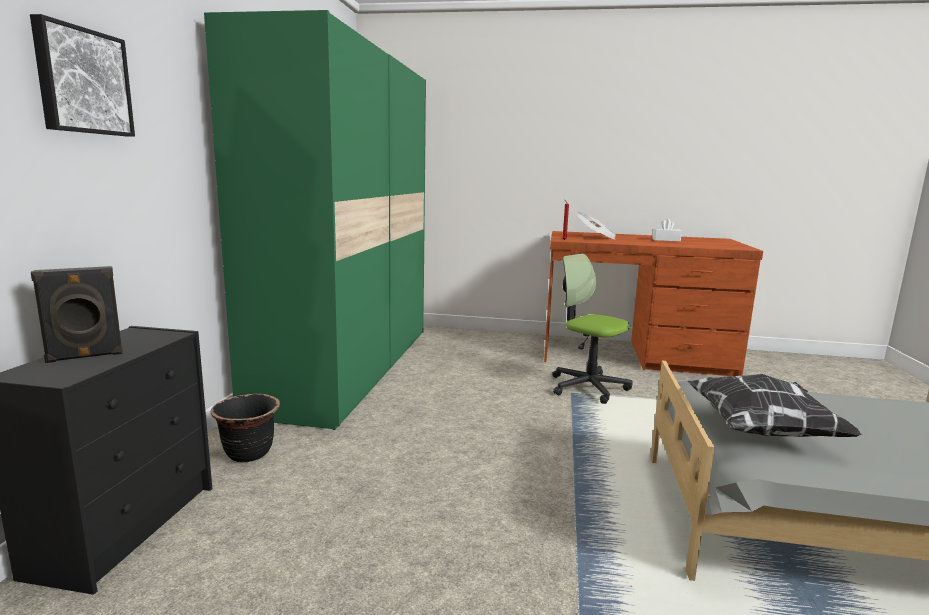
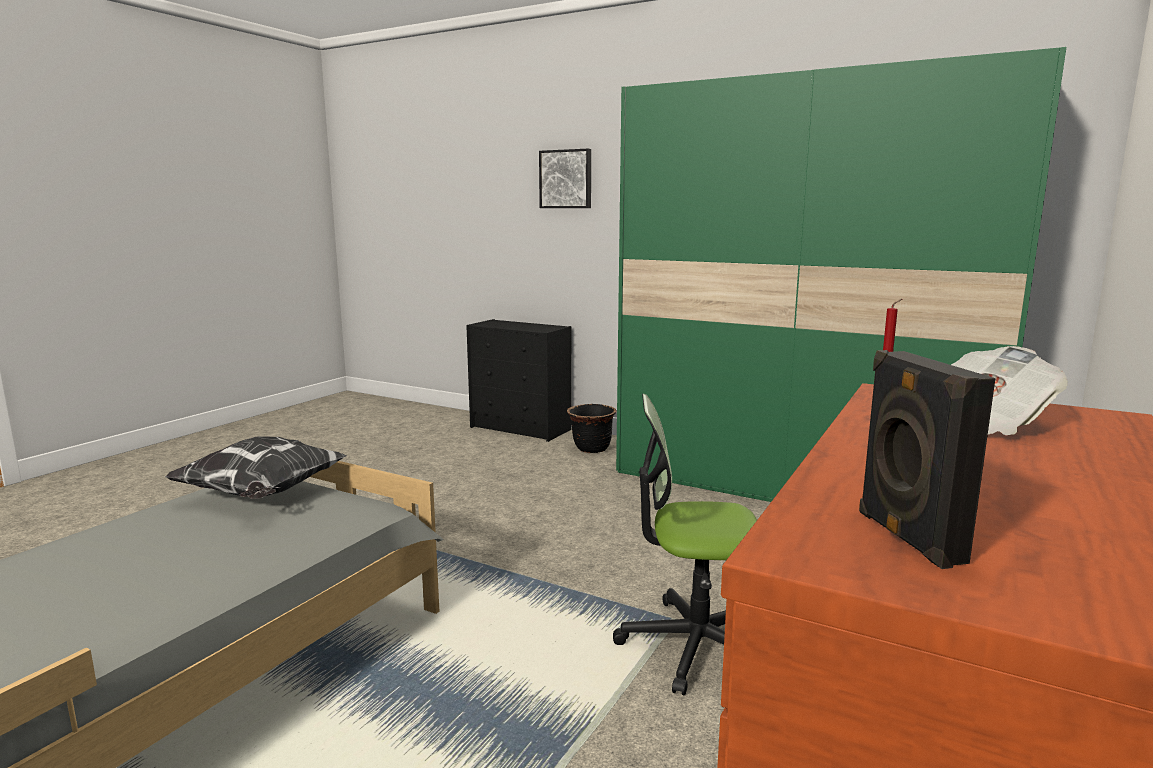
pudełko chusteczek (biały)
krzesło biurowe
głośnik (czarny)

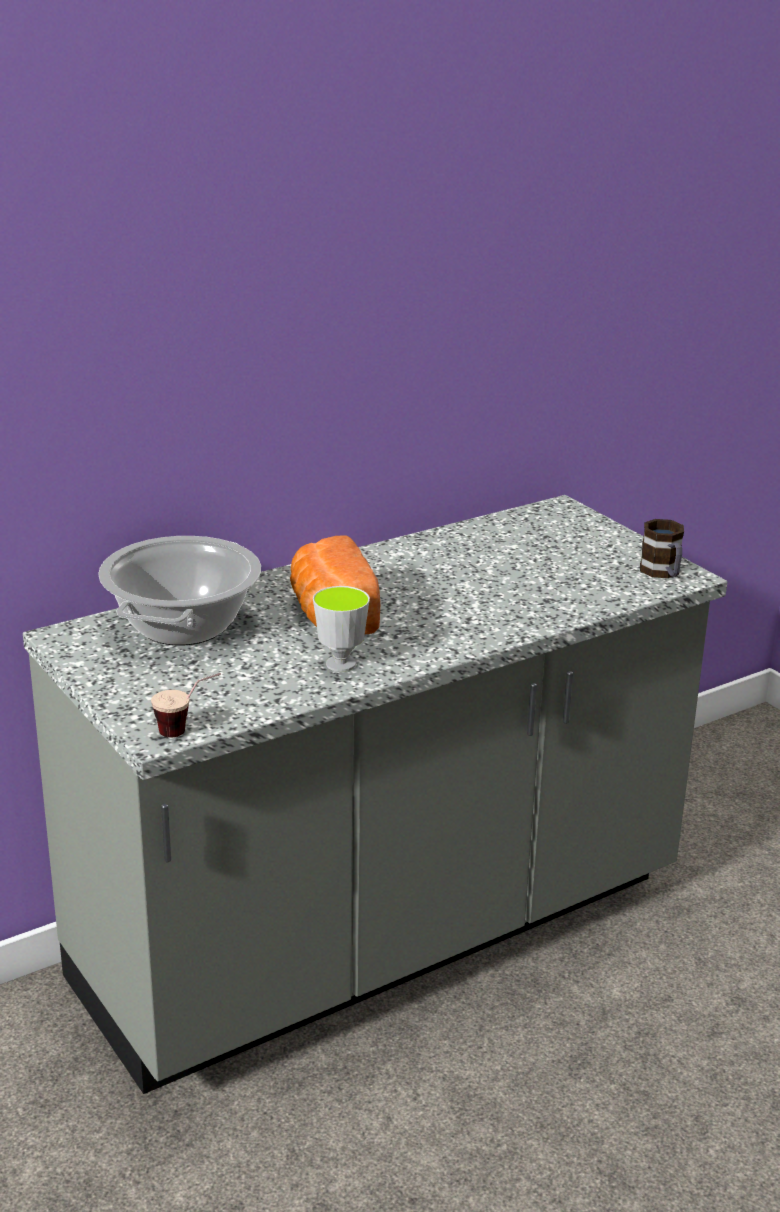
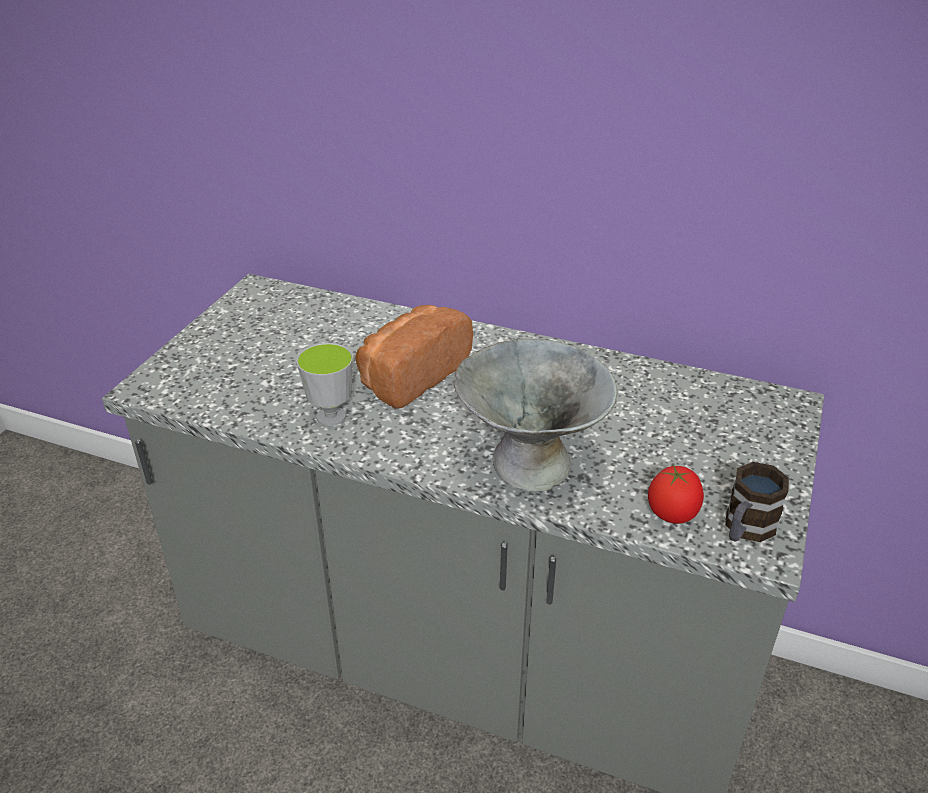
garnek
filiżanka (1st from left in the first image)
miska (szary)
pomidor

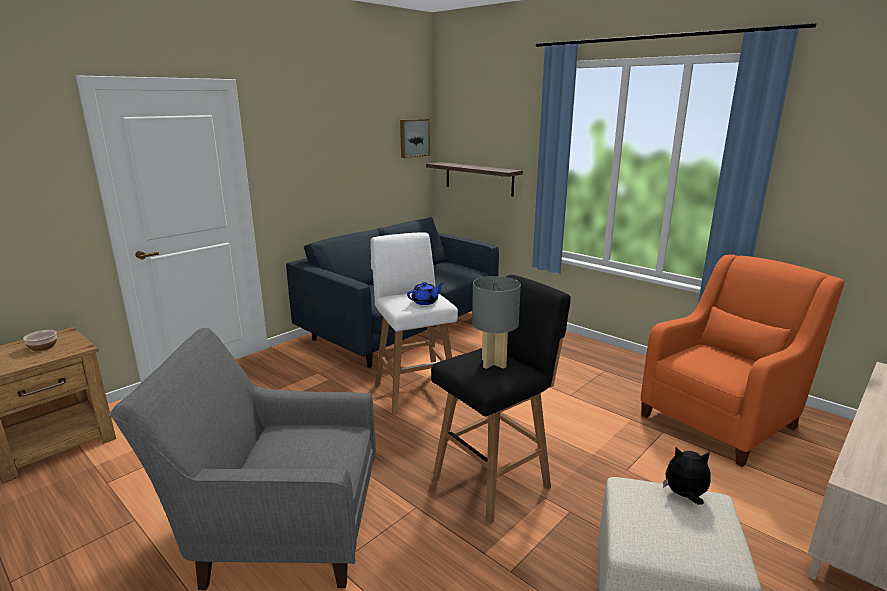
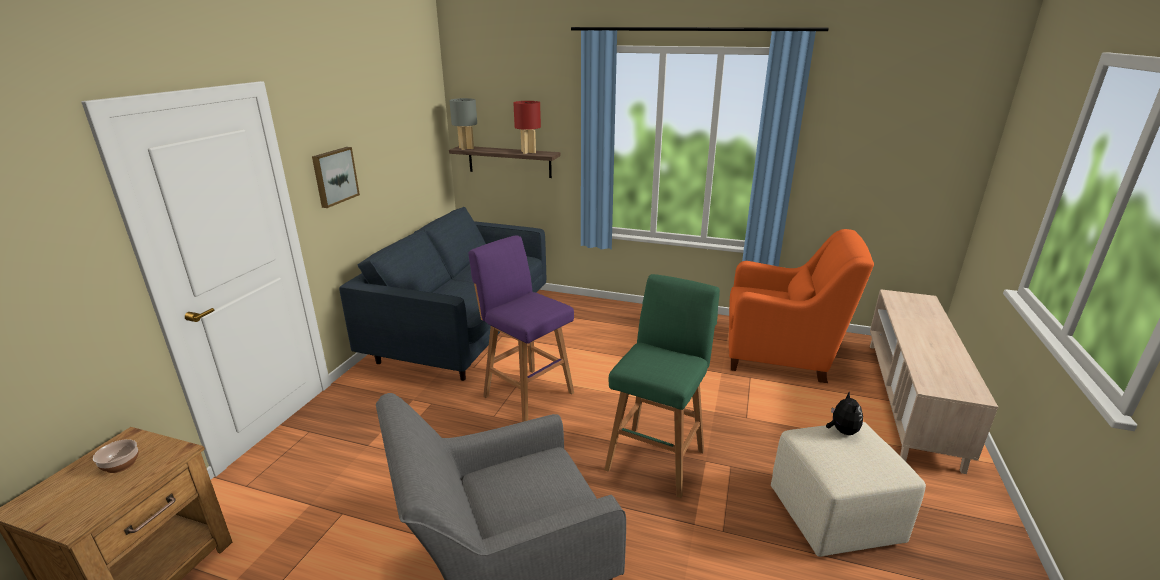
obraz
stołek (fioletowy)
fotel (pomarańczowy)
stołek (zielony)
lampa stołowa (szary)
imbryk (niebieski)
pluszak
lampa stołowa (czerwony)

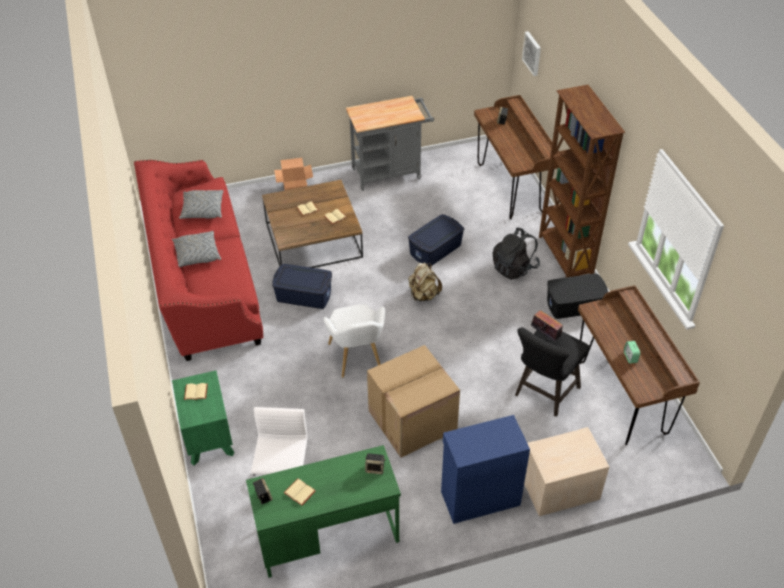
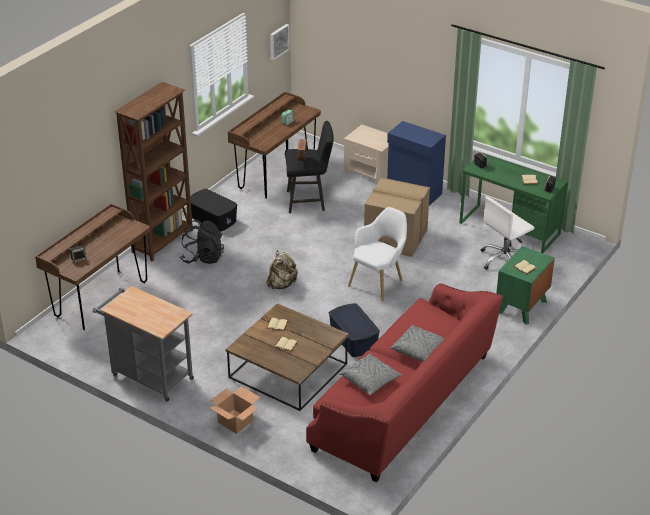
obraz
pojemnik do przechowywania (niebieski) (2nd from left in the first image)

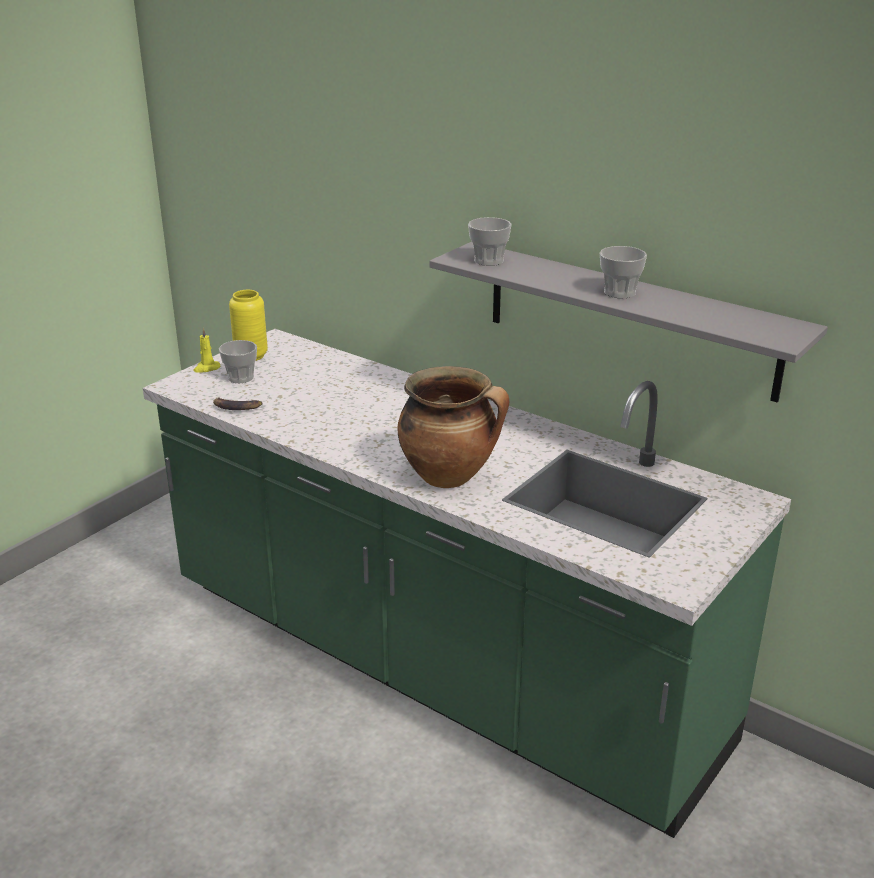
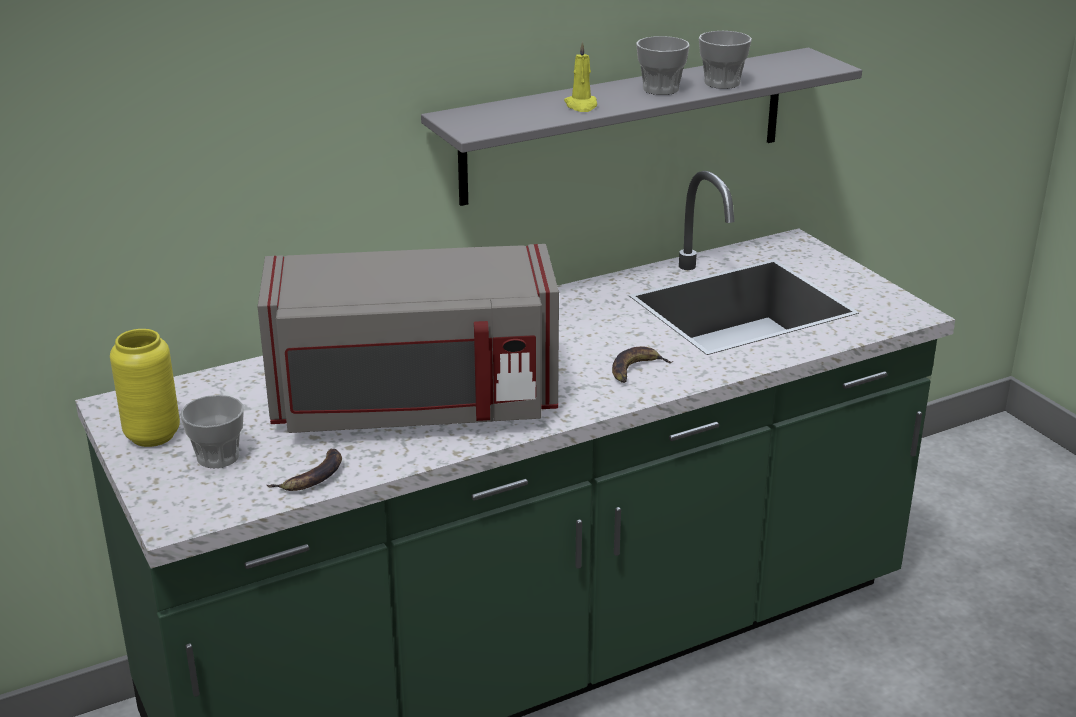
filiżanka (3rd from left)
świeca (żółty)
banan (2nd from left)
mikrofalówka (szary)

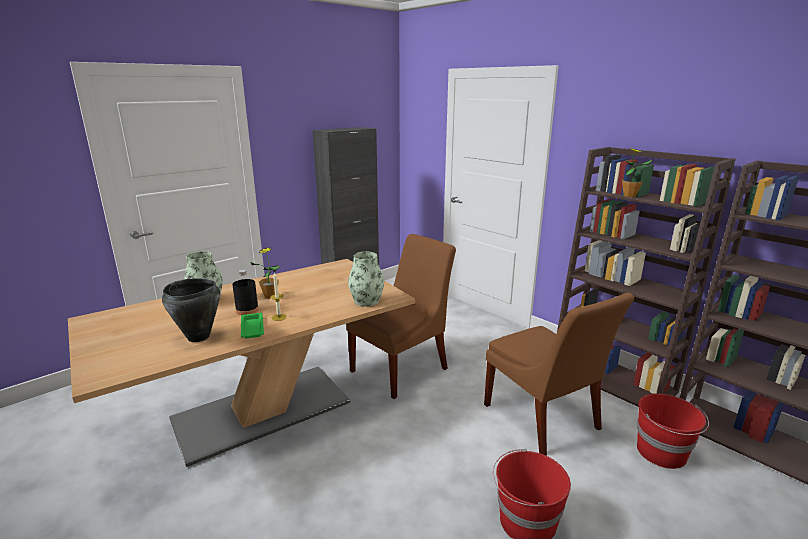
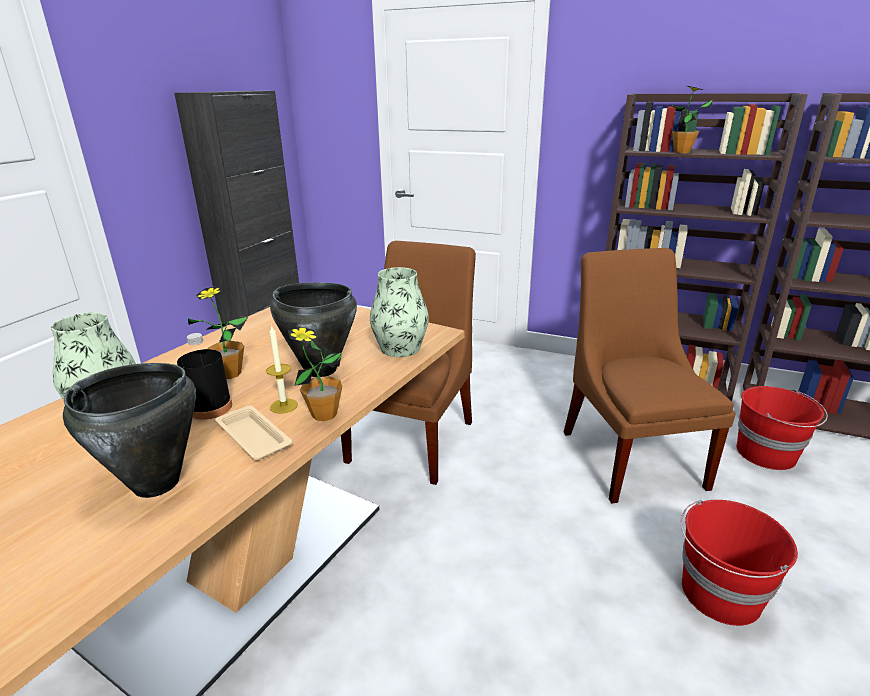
krzesło (brązowy) (2nd from left)
taca (beżowy)
garnek (czarny) (2nd from left)
roślina doniczkowa (2nd from left)

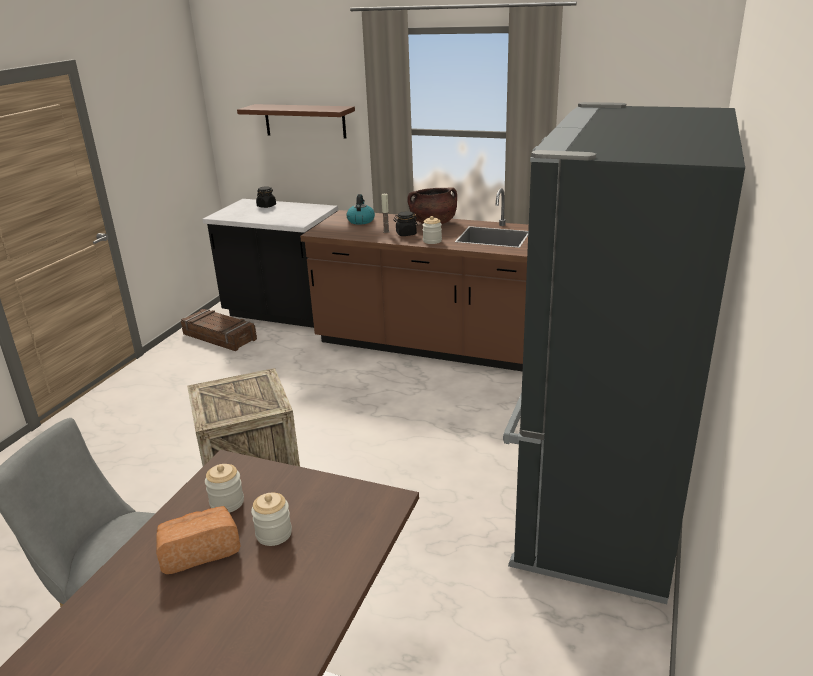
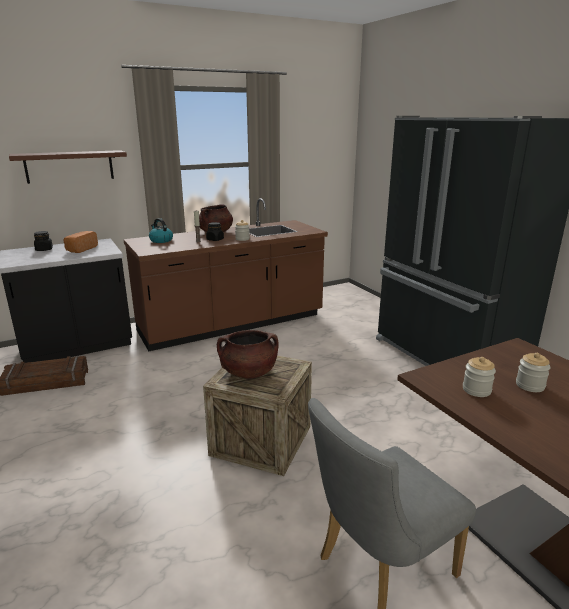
chleb
garnek (brązowy) (2nd from left)

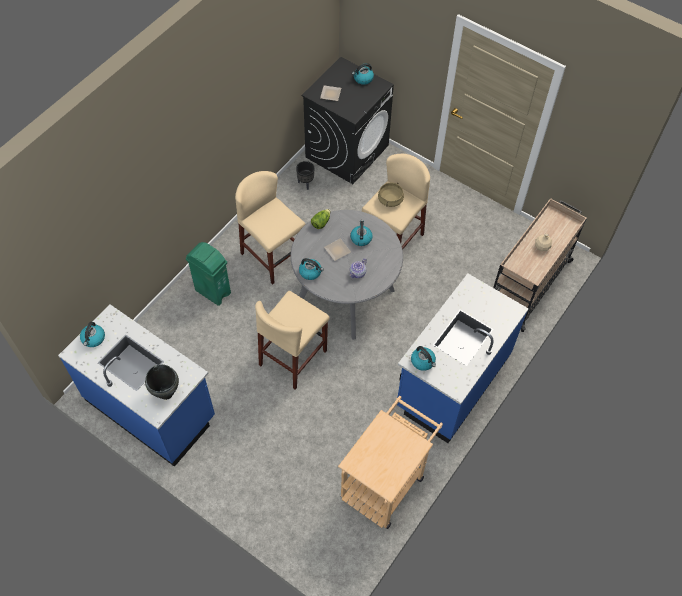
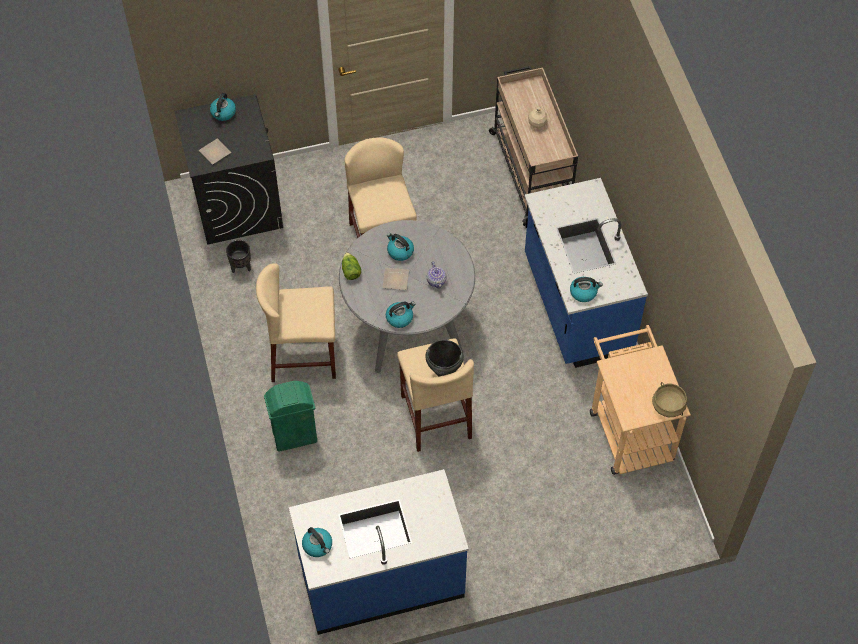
garnek (beżowy)
garnek (czarny)

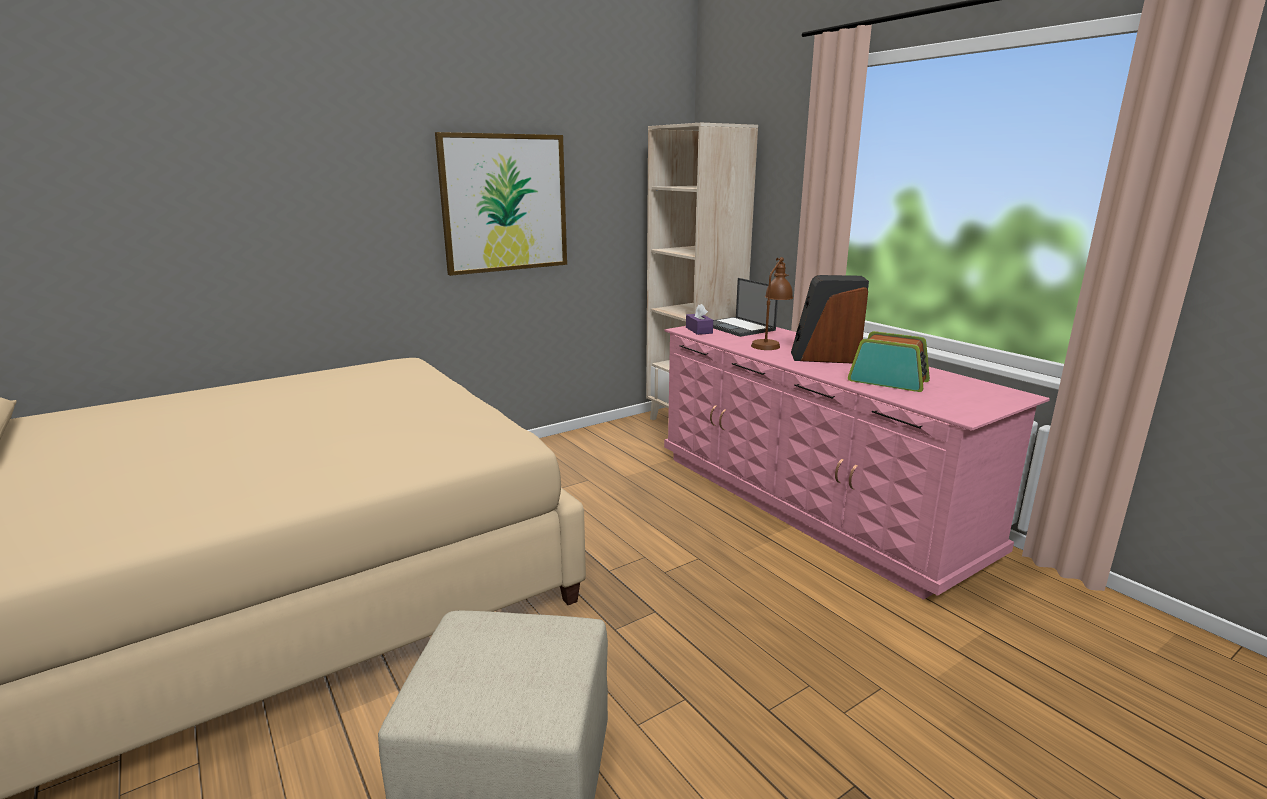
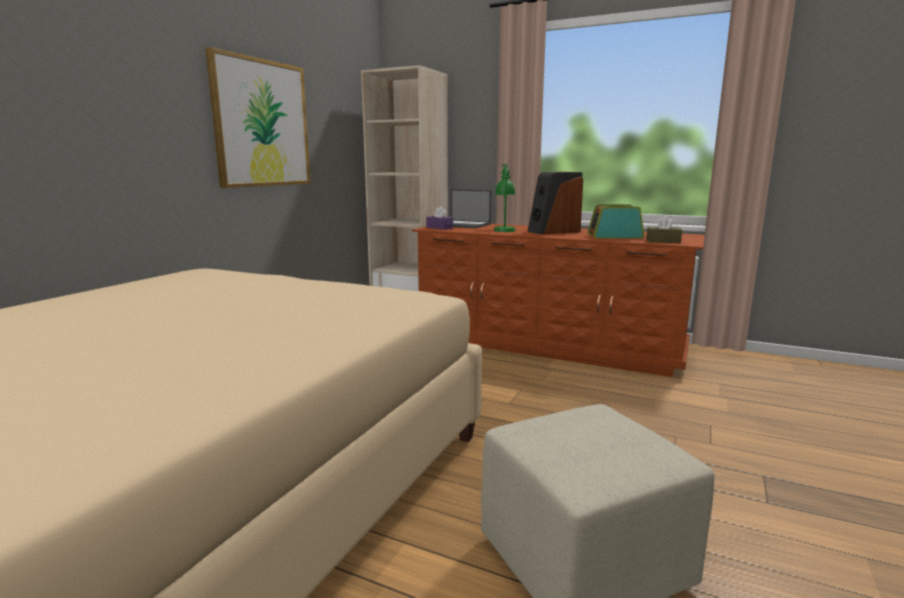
lampa stołowa (zielony)
komoda (brązowy)
pudełko chusteczek (brązowy)

